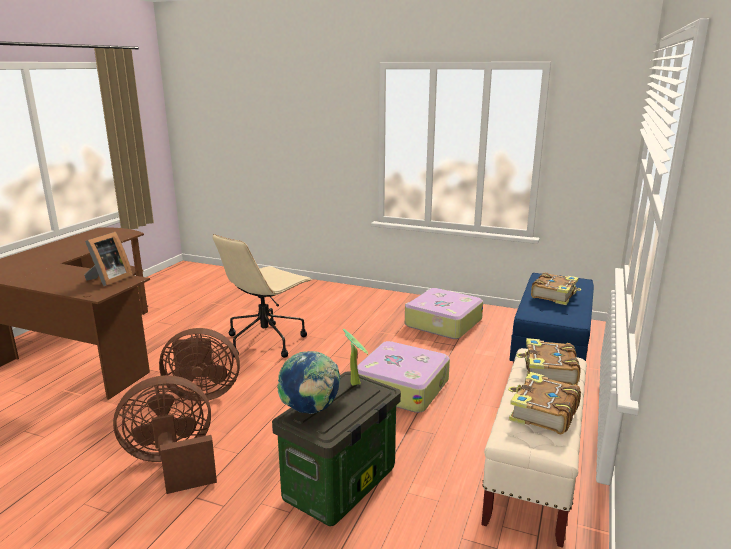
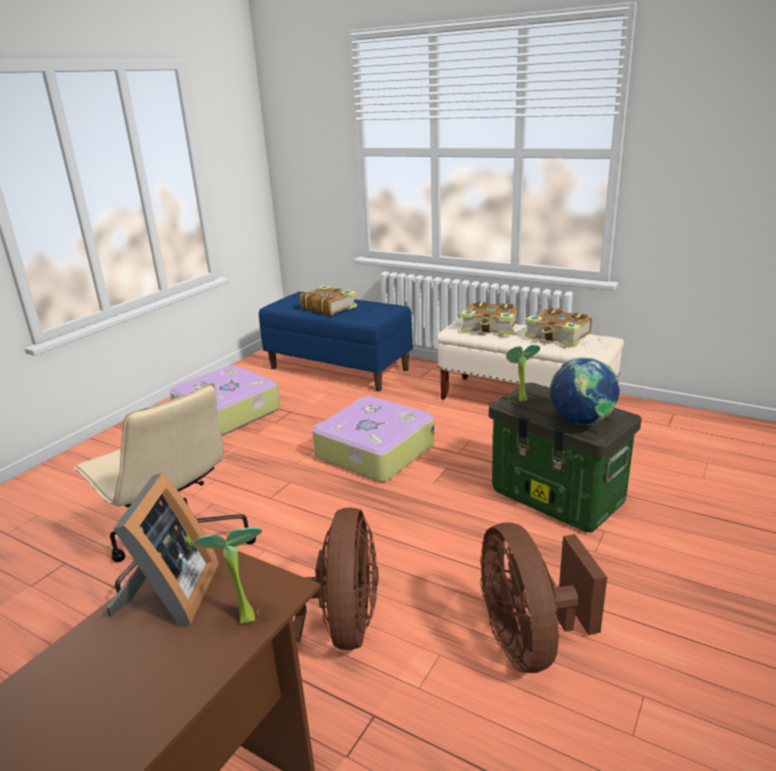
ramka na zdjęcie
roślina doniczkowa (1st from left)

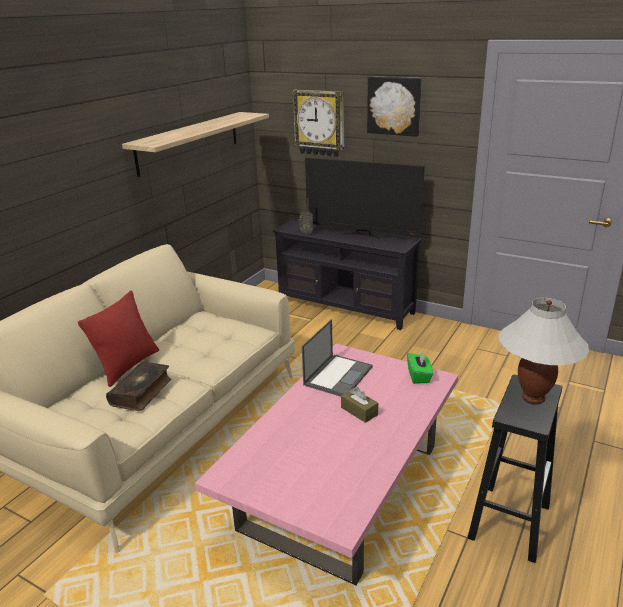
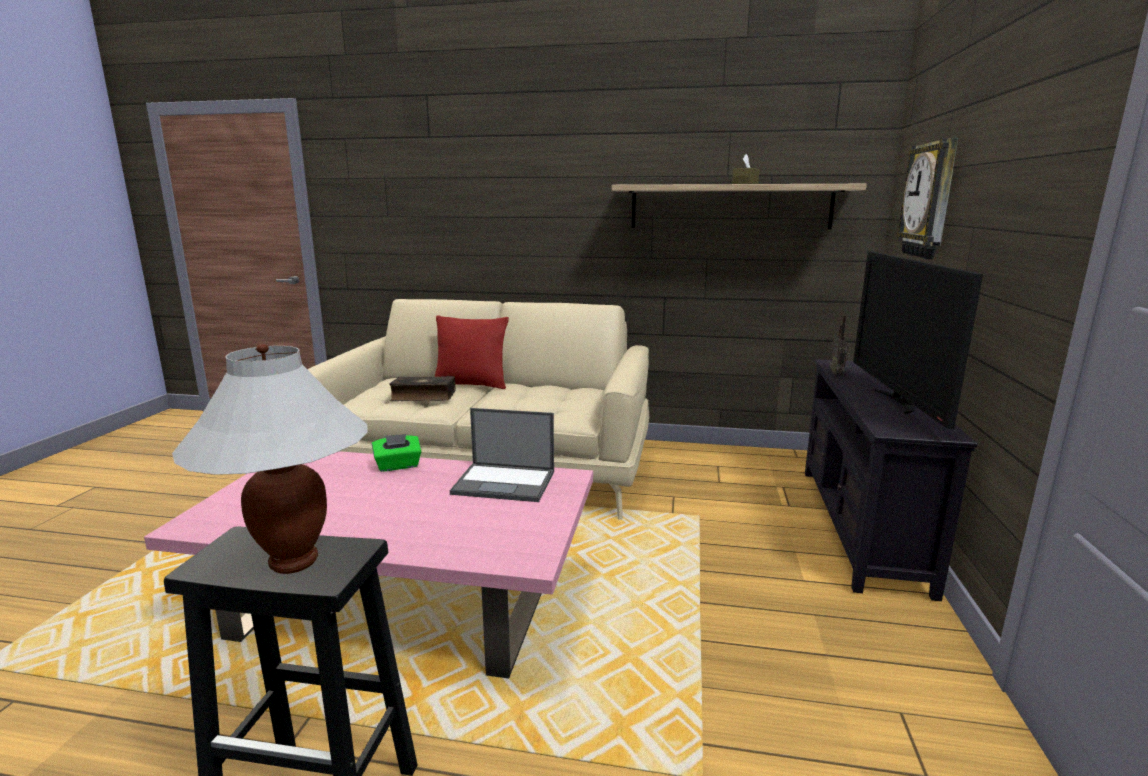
obraz
pudełko chusteczek (zielony)
pudełko chusteczek (brązowy)

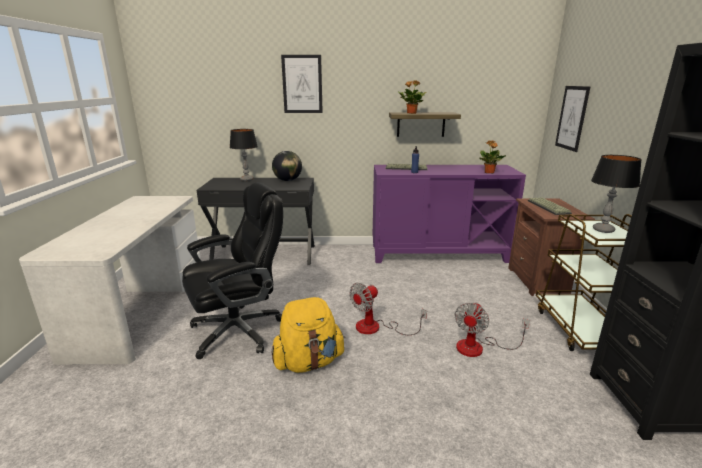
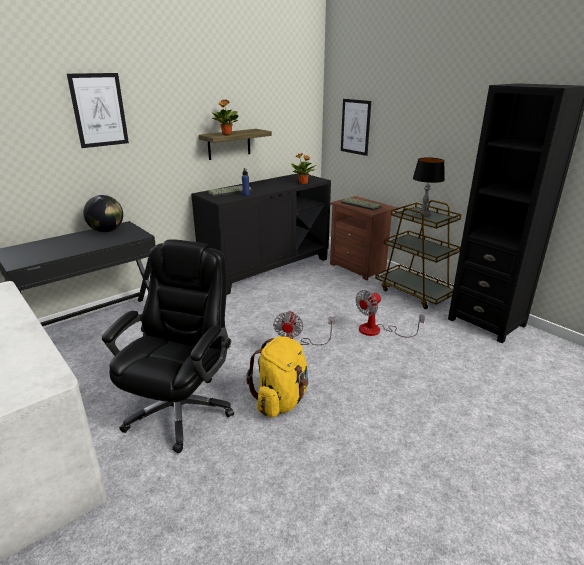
lampa stołowa (1st from left in the first image)
szafka (czarny)
wentylator (2nd from left)

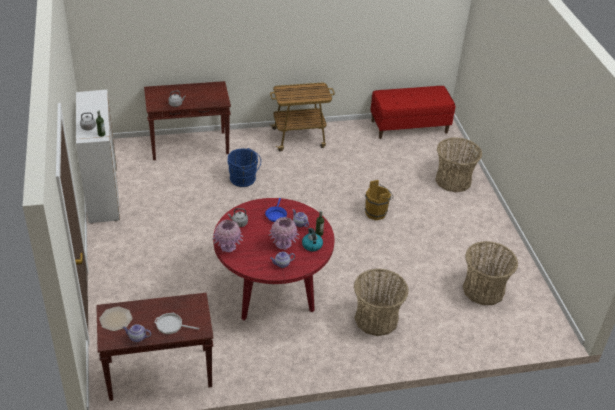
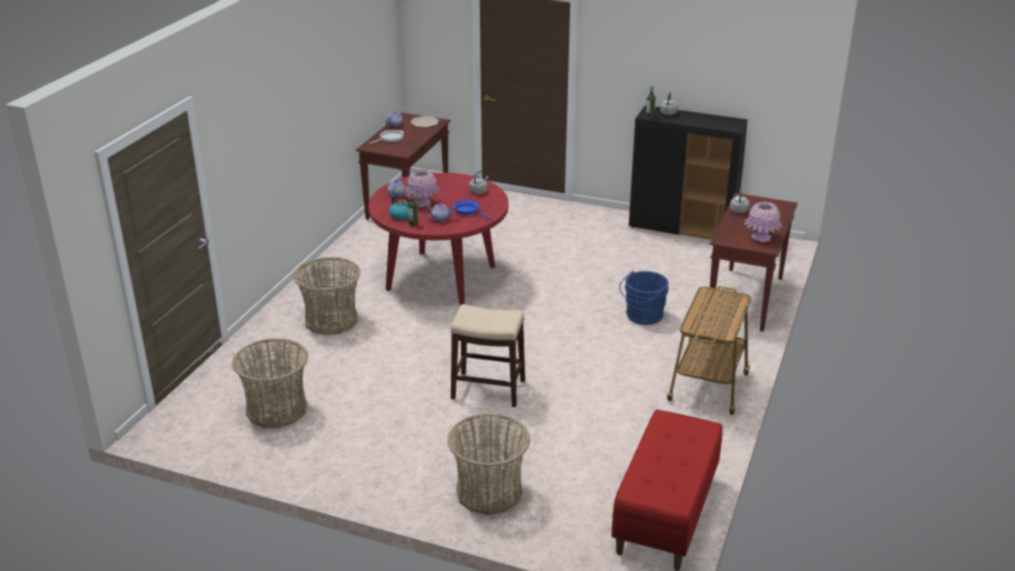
szafka (czarny)
stołek
wazon (różowy) (2nd from left)

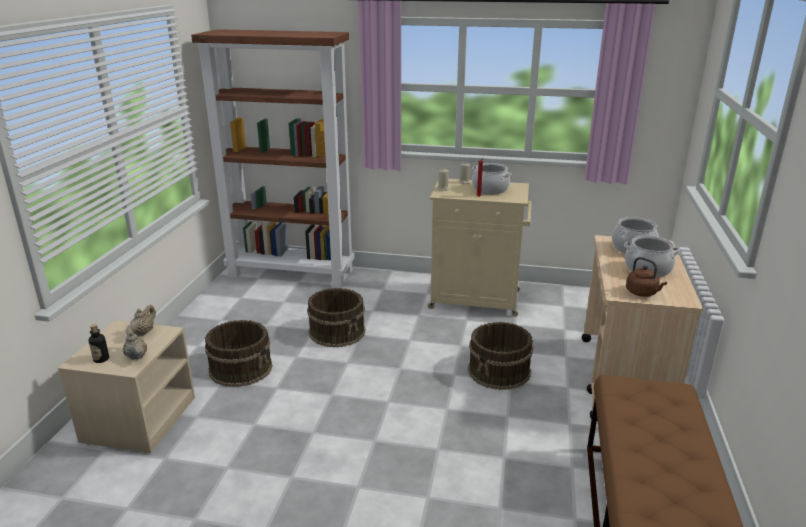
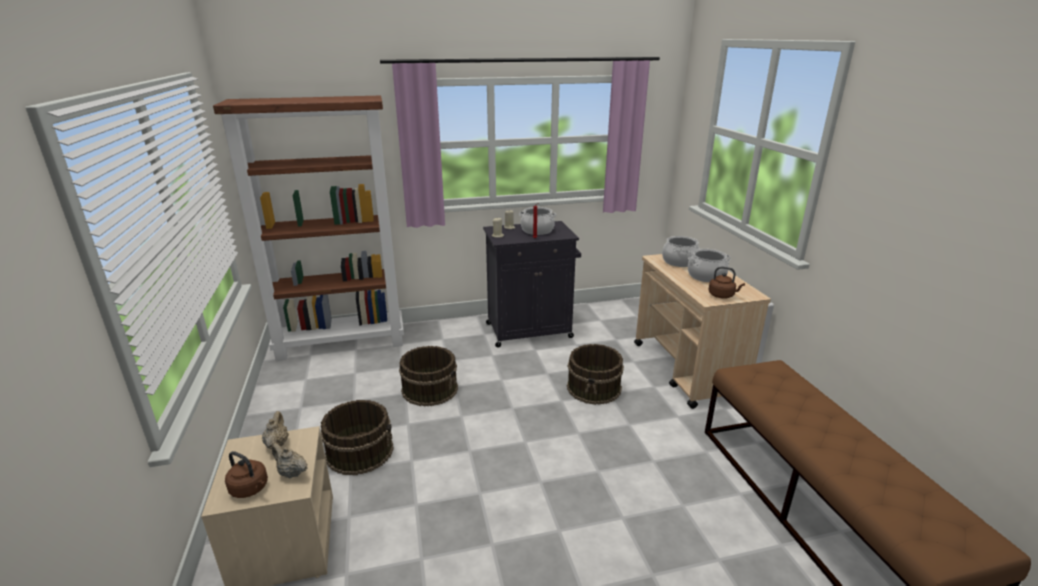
szafka (czarny)
czajnik (brązowy) (1st from left)

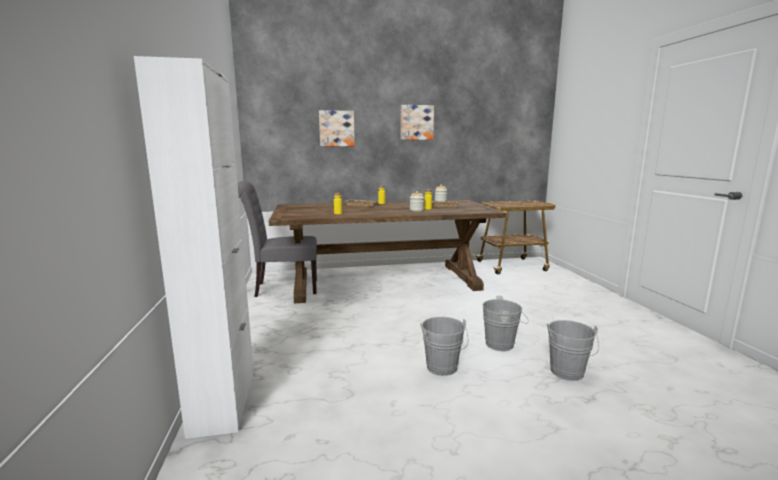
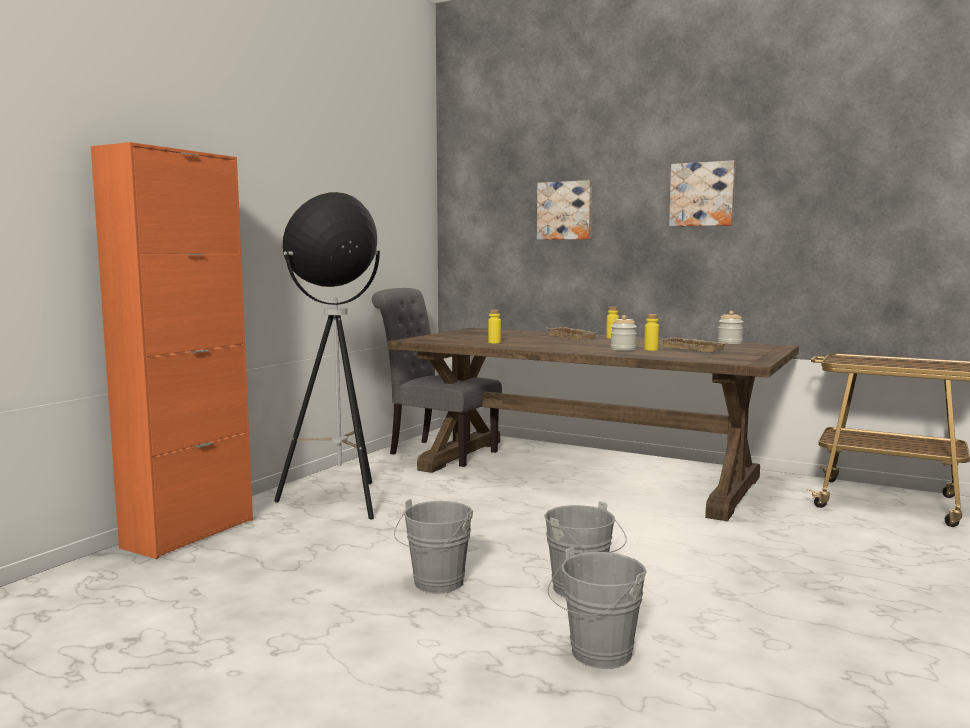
szafka (pomarańczowy)
lampa stojąca

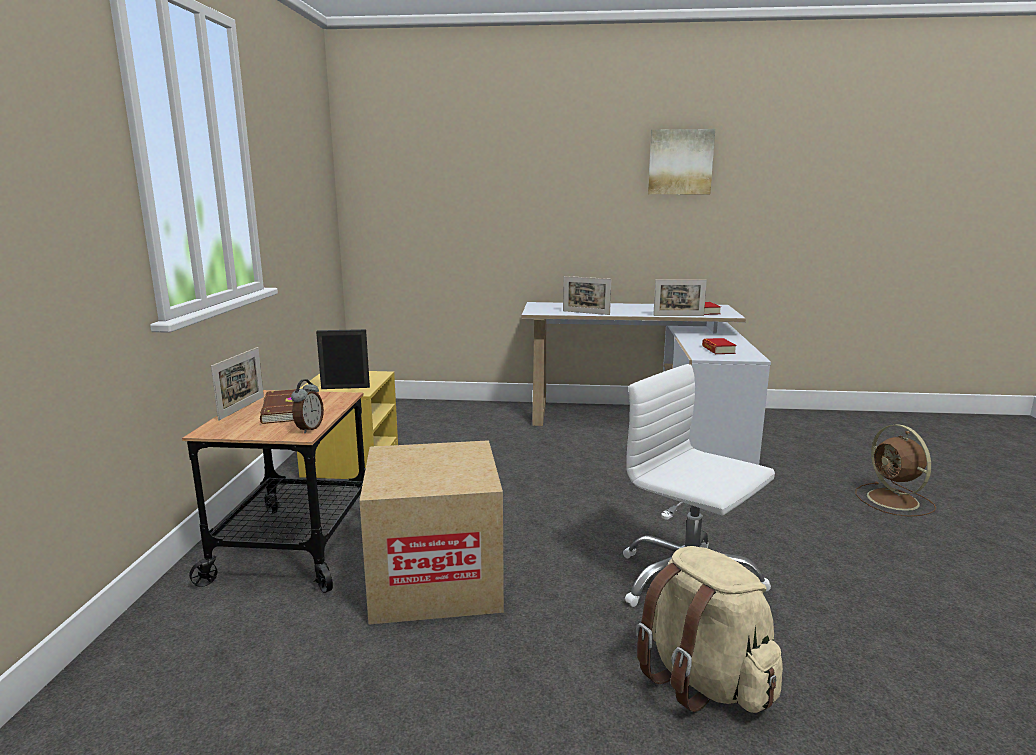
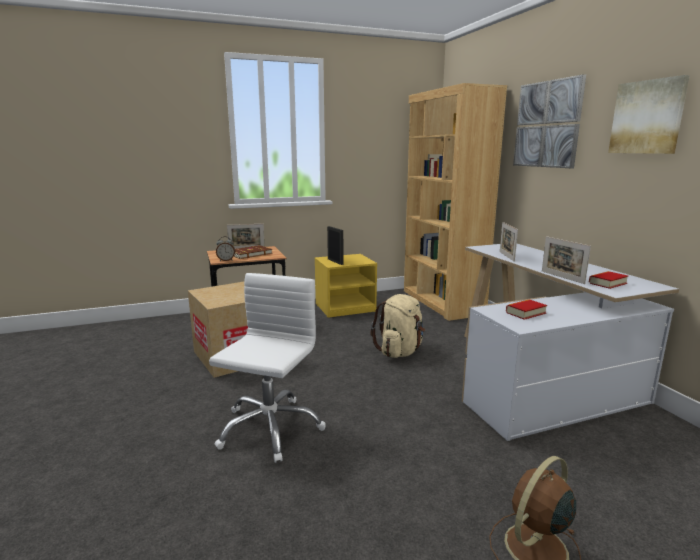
plecak (beżowy)
obraz (1st from left)
regał (brązowy)

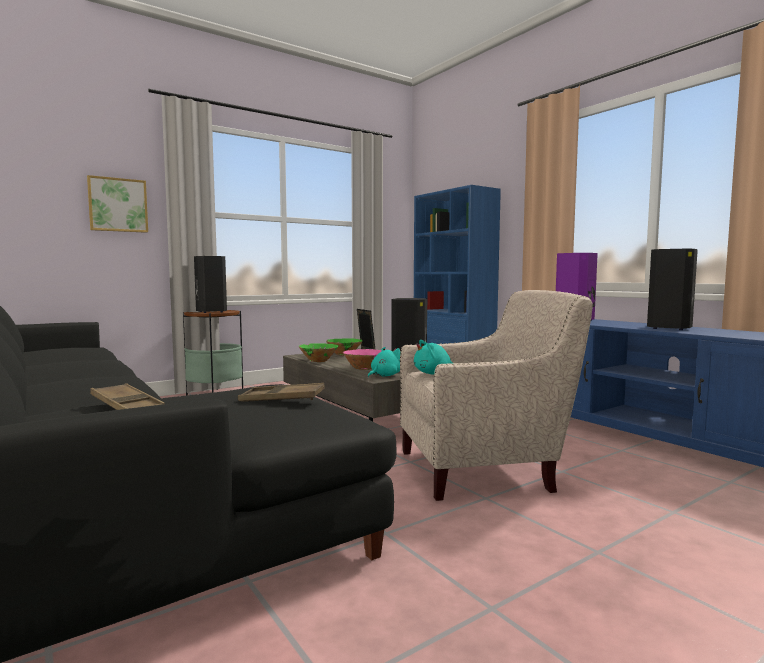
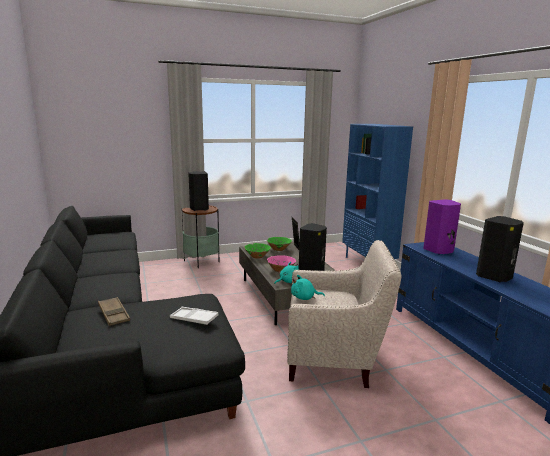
obraz
taca (biały)

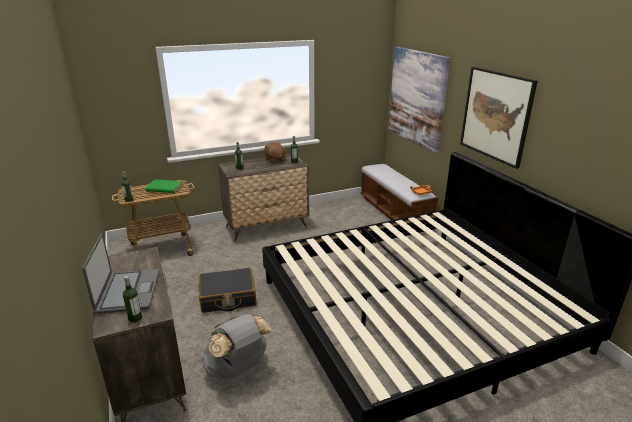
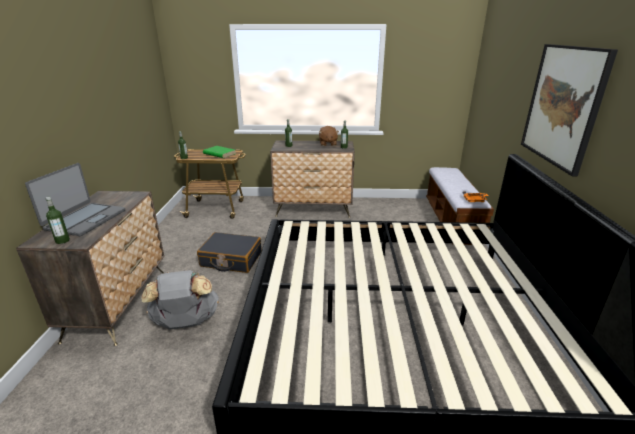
obraz (1st from left in the first image)

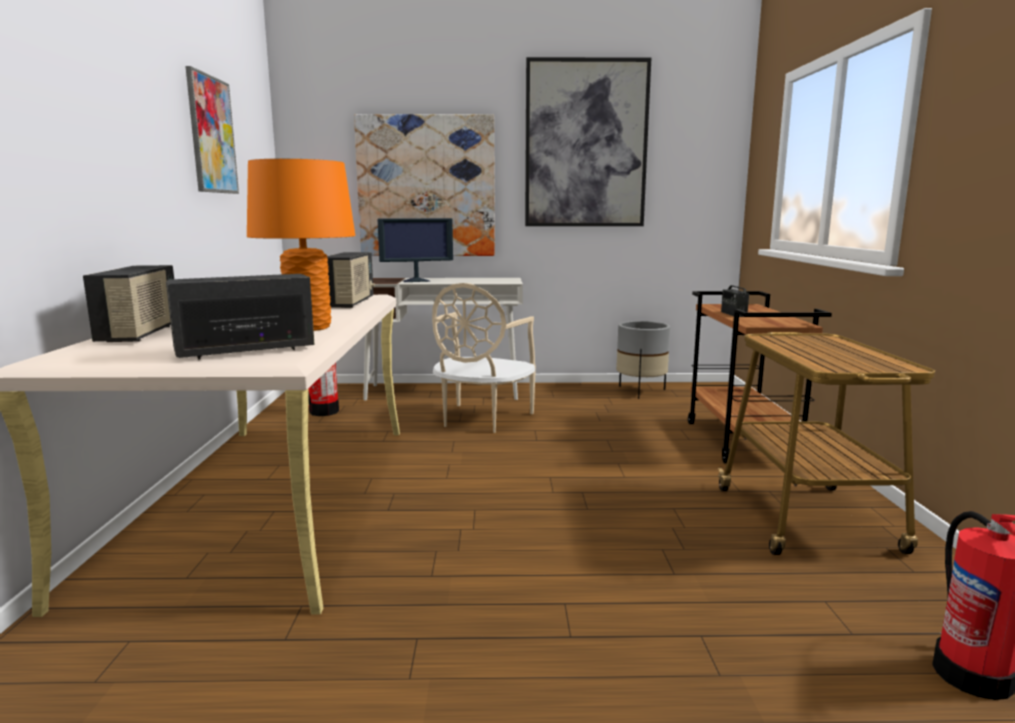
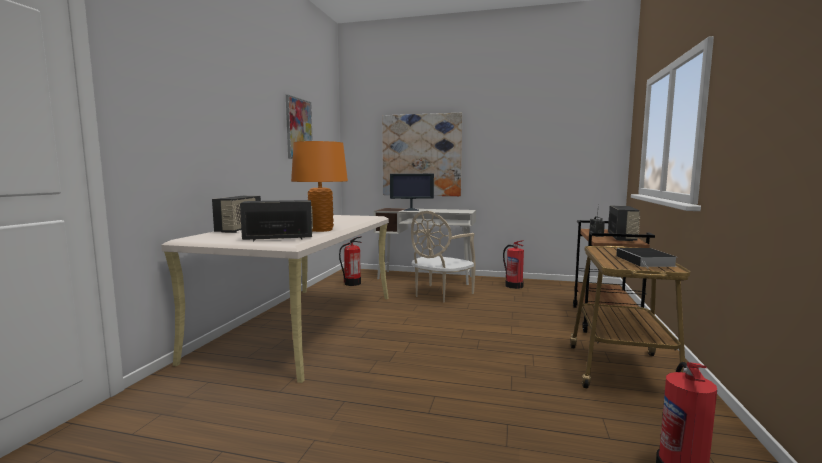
obraz (3rd from left in the first image)
radio (4th from left)
donica (szary)
gaśnica (2nd from left)
książka

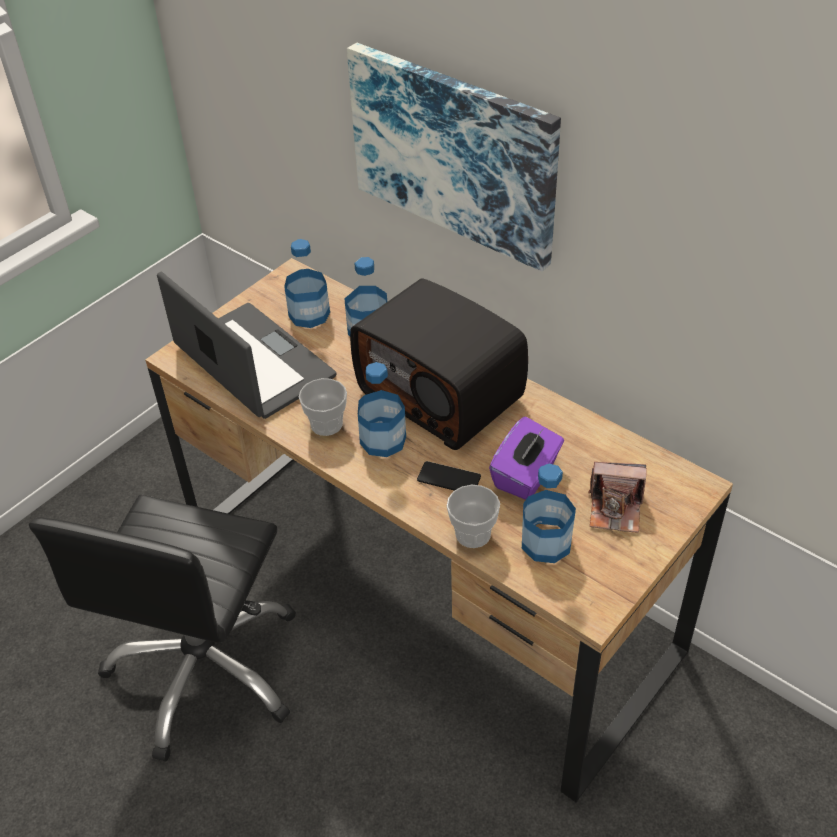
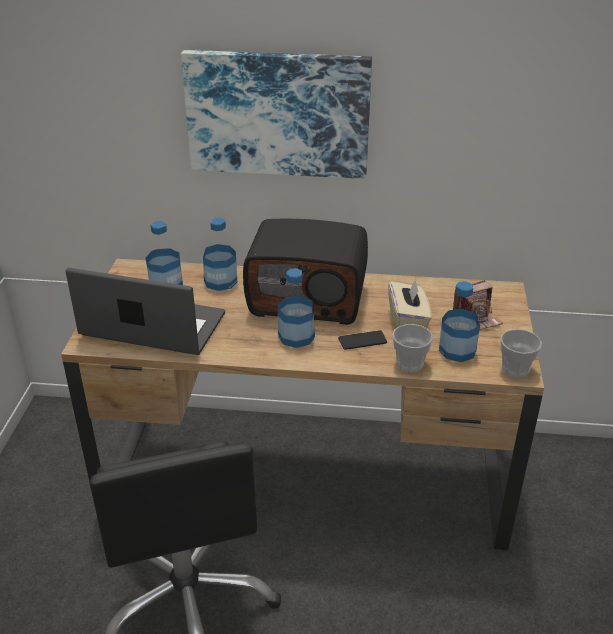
filiżanka (2nd from left)
pudełko chusteczek (beżowy)

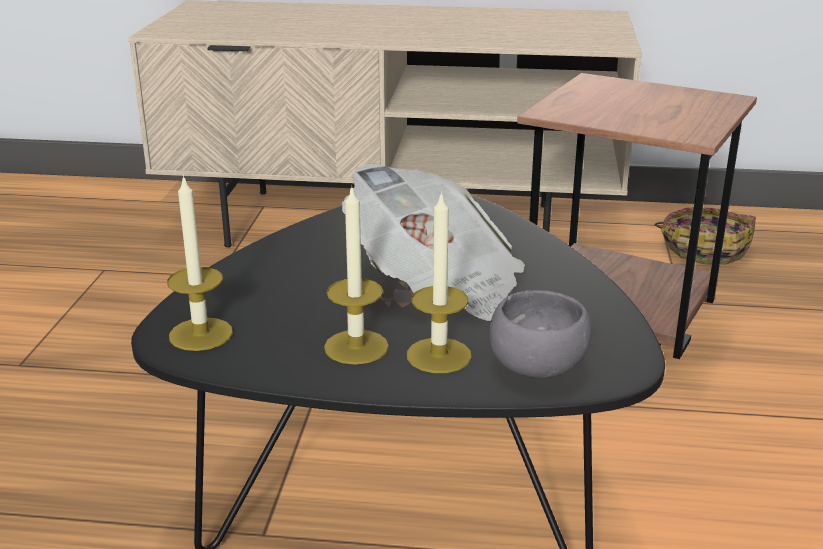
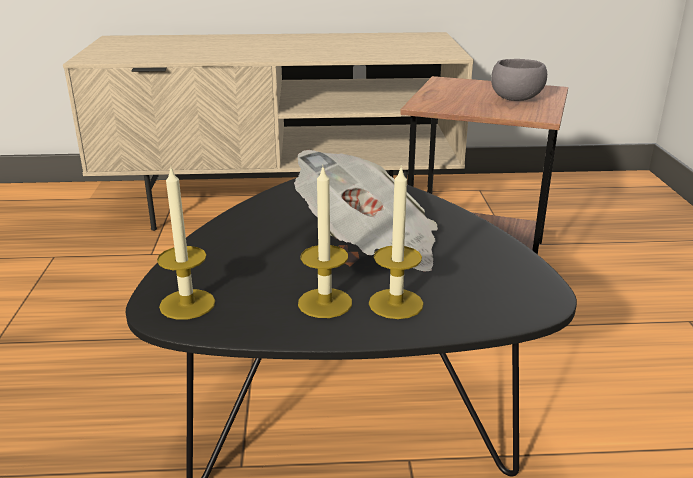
koszyk
miska (szary)

